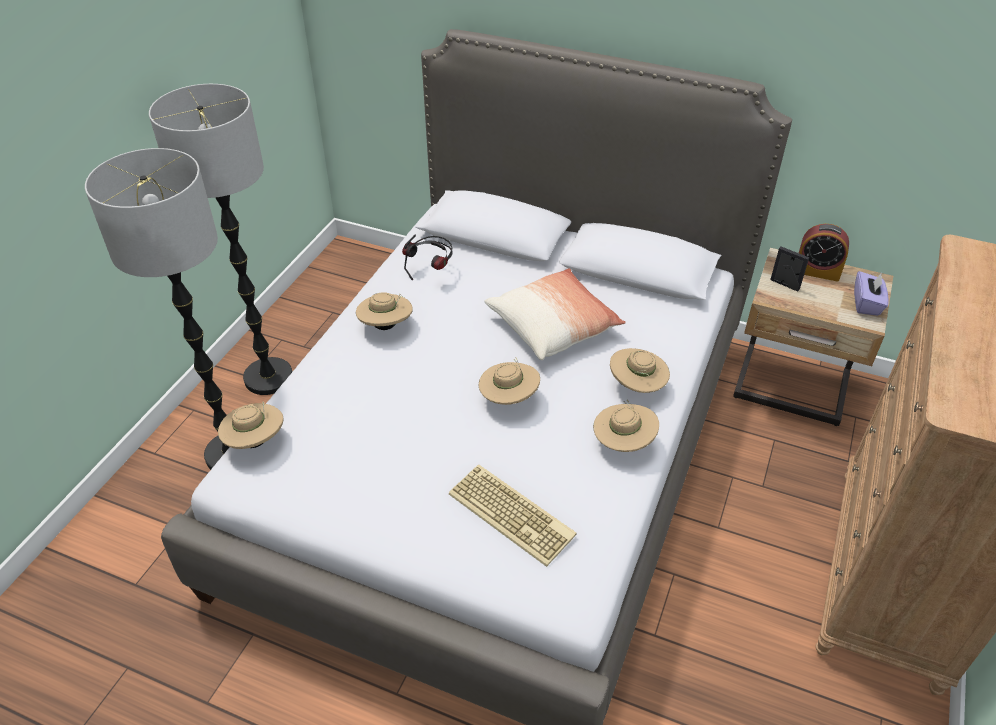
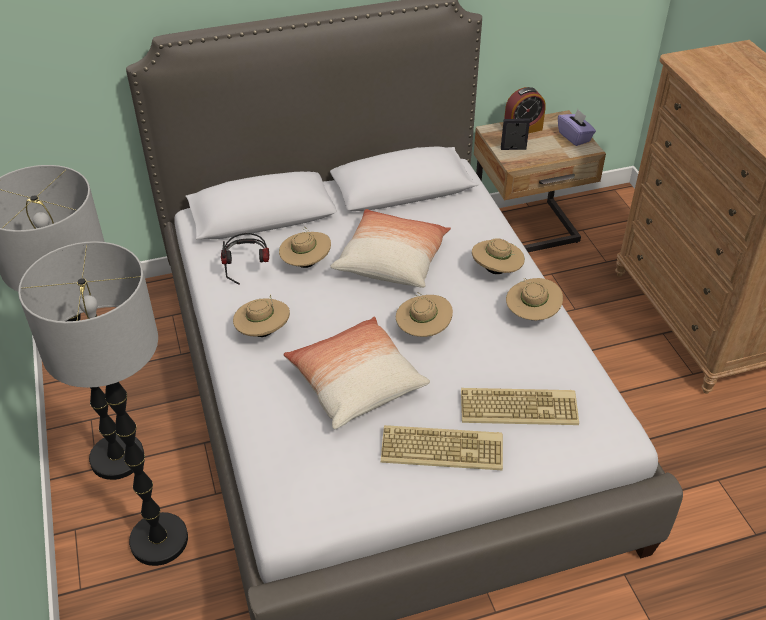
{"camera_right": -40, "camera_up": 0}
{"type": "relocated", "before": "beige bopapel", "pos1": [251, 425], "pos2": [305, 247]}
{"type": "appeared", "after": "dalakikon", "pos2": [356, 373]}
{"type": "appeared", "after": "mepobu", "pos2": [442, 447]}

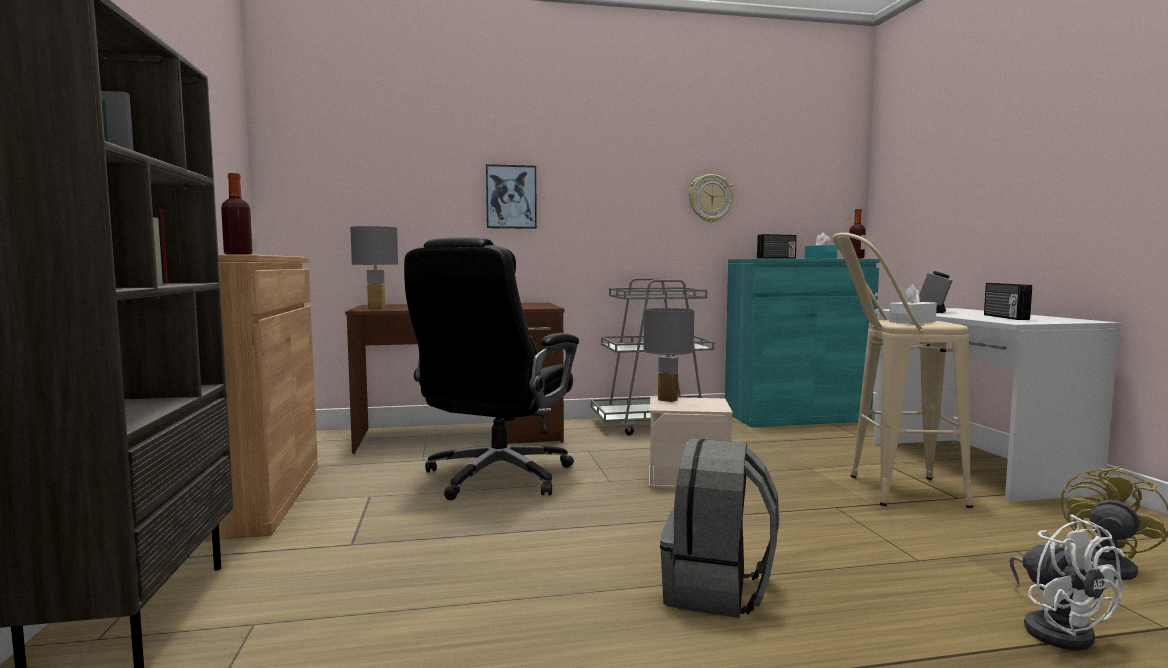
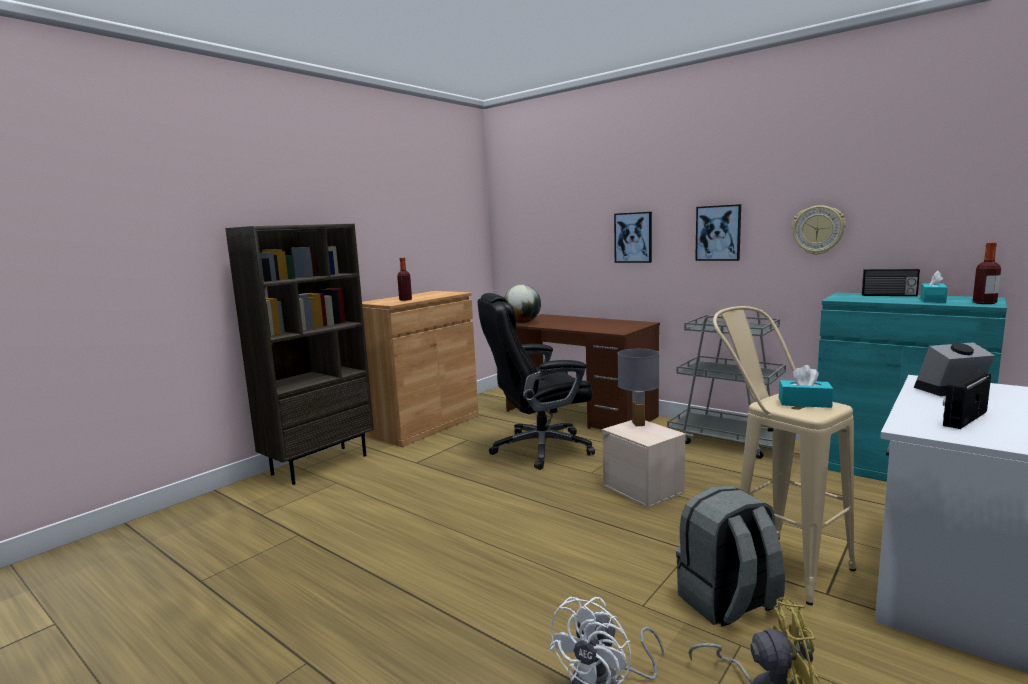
{"camera_right": 50, "camera_up": 5}
{"type": "exchanged", "before": "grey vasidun", "after": "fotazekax", "pos1": [374, 267], "pos2": [522, 304]}
{"type": "relocated", "before": "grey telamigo", "pos1": [719, 528], "pos2": [730, 555]}
{"type": "colour", "before": "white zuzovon", "after": "turquoise zuzovon", "pos1": [913, 304], "pos2": [806, 386]}
{"type": "appeared", "after": "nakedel", "pos2": [718, 232]}

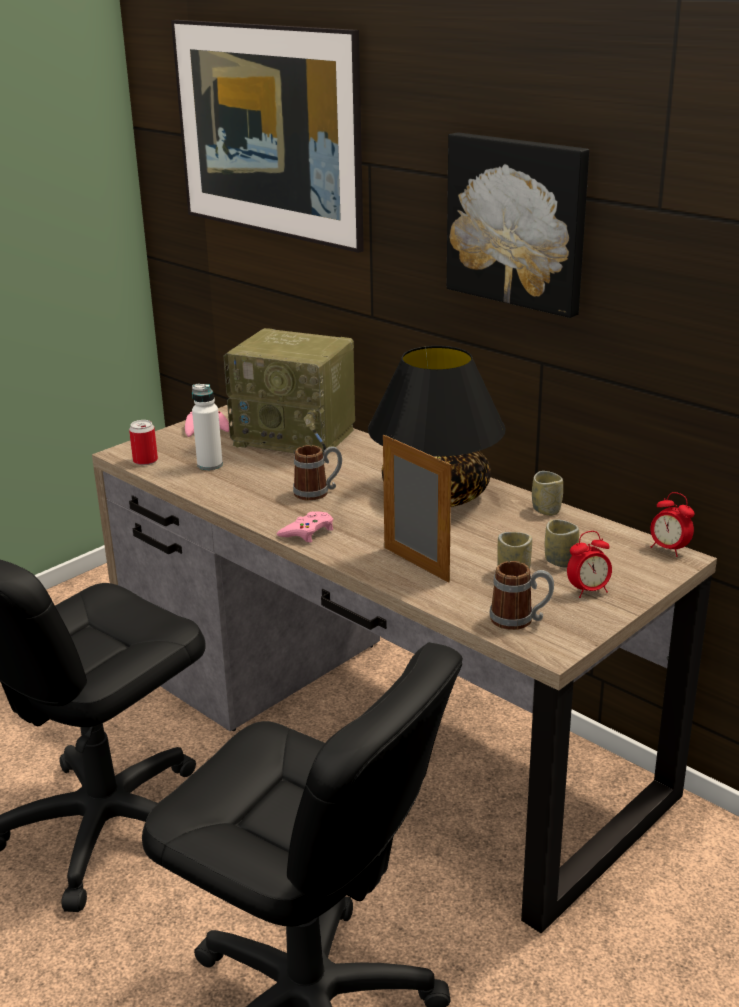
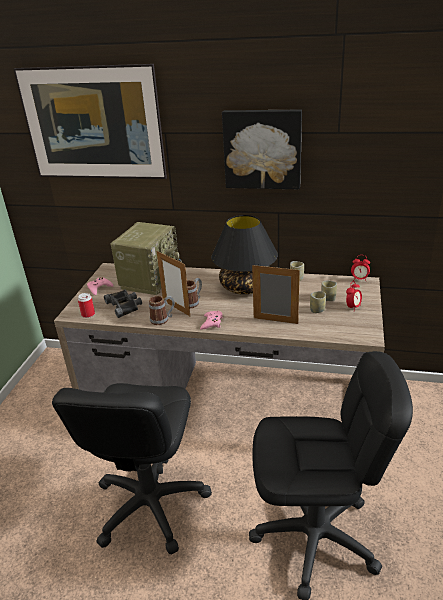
{"camera_right": -30, "camera_up": 5}
{"type": "exchanged", "before": "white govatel", "after": "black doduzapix", "pos1": [207, 427], "pos2": [123, 304]}
{"type": "spun", "before": "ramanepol", "pos1": [289, 391], "pos2": [146, 258], "turn": -60}
{"type": "relocated", "before": "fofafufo", "pos1": [521, 595], "pos2": [162, 310]}
{"type": "appeared", "after": "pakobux", "pos2": [173, 283]}

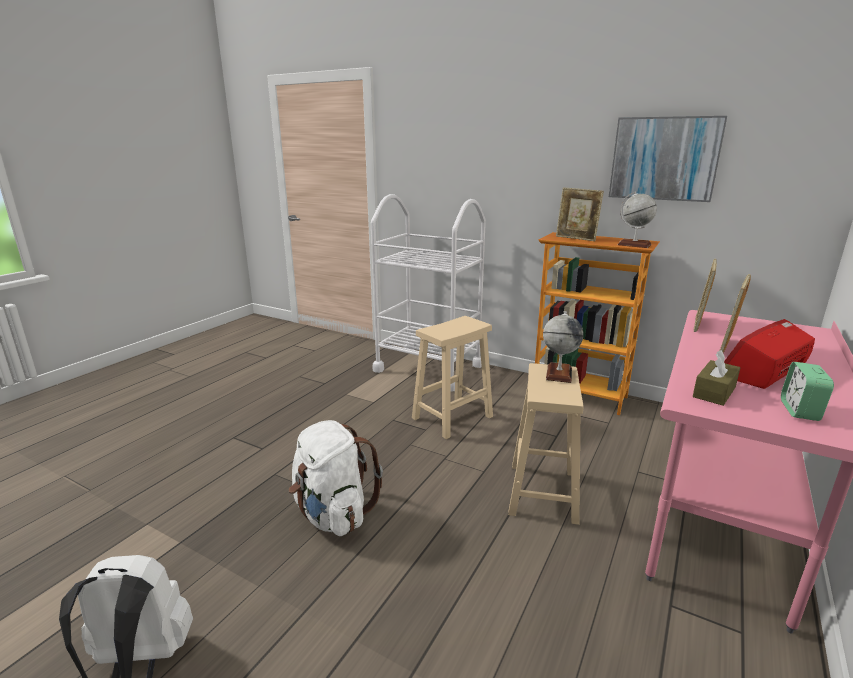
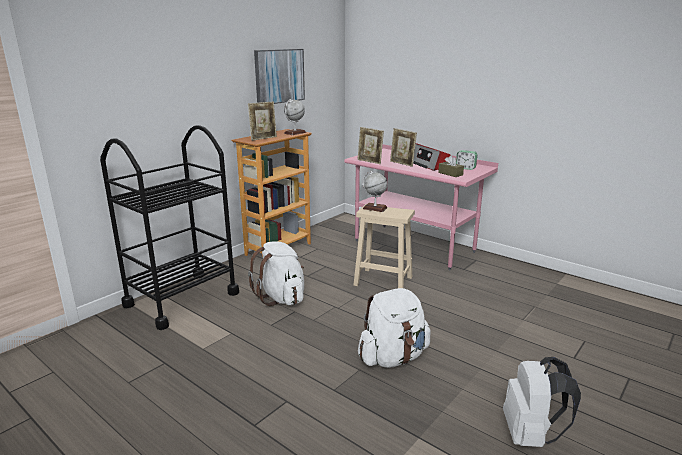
{"camera_right": -80, "camera_up": 0}
{"type": "colour", "before": "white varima", "after": "black varima", "pos1": [428, 293], "pos2": [169, 227]}
{"type": "exchanged", "before": "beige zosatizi", "after": "white telamigo", "pos1": [452, 377], "pos2": [276, 273]}

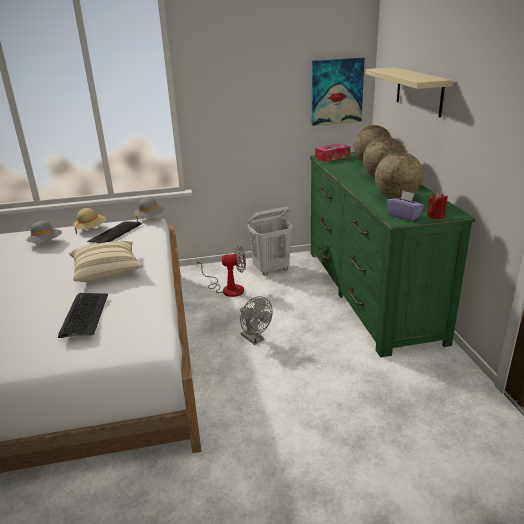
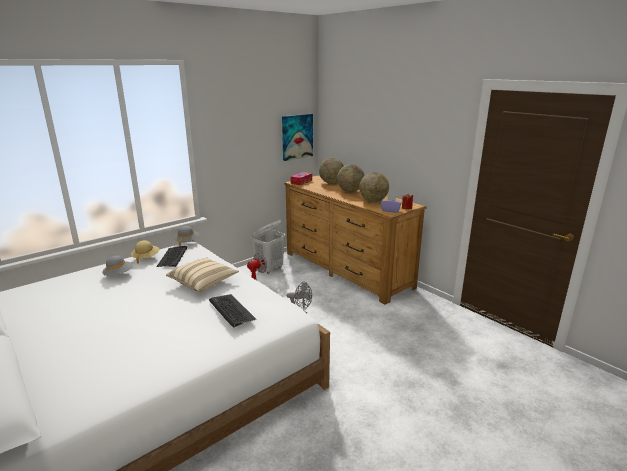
{"camera_right": -30, "camera_up": -5}
{"type": "colour", "before": "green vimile", "after": "brown vimile", "pos1": [393, 255], "pos2": [355, 240]}
{"type": "missing", "before": "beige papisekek", "pos1": [409, 92]}

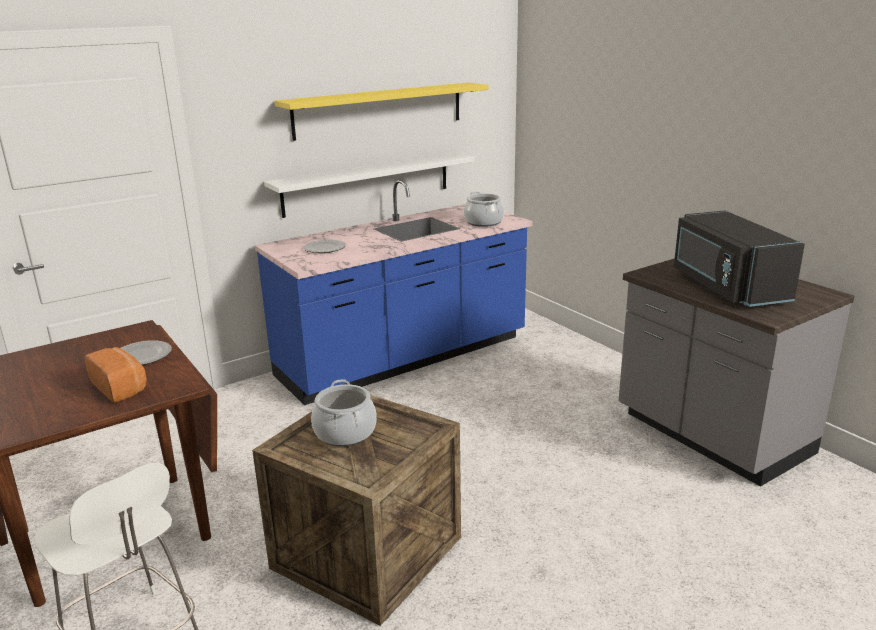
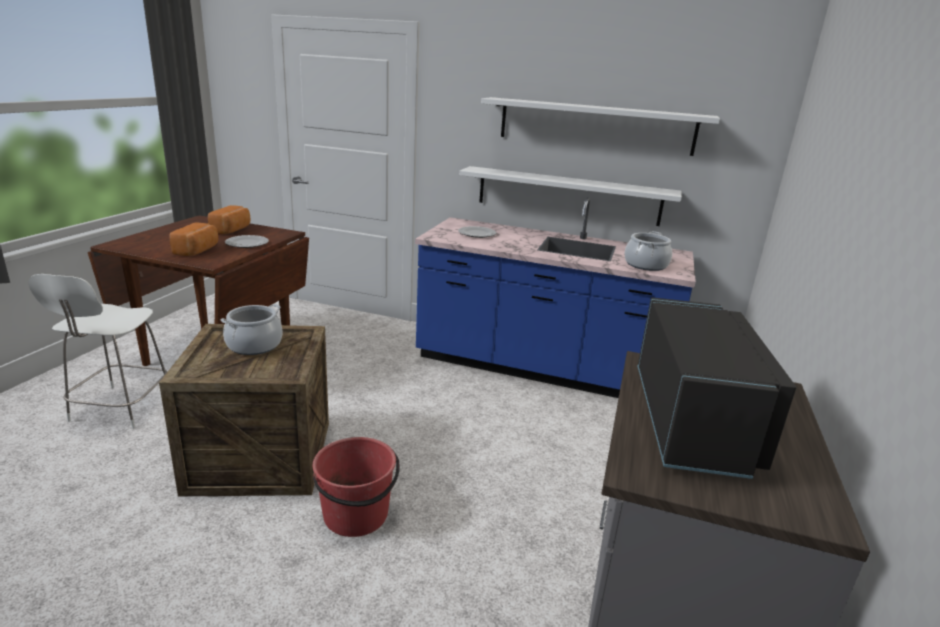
{"camera_right": 50, "camera_up": 0}
{"type": "colour", "before": "yellow papisekek", "after": "white papisekek", "pos1": [381, 112], "pos2": [600, 126]}
{"type": "spun", "before": "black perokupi", "pos1": [739, 259], "pos2": [717, 388], "turn": 150}
{"type": "appeared", "after": "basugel", "pos2": [229, 219]}
{"type": "appeared", "after": "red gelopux", "pos2": [356, 487]}

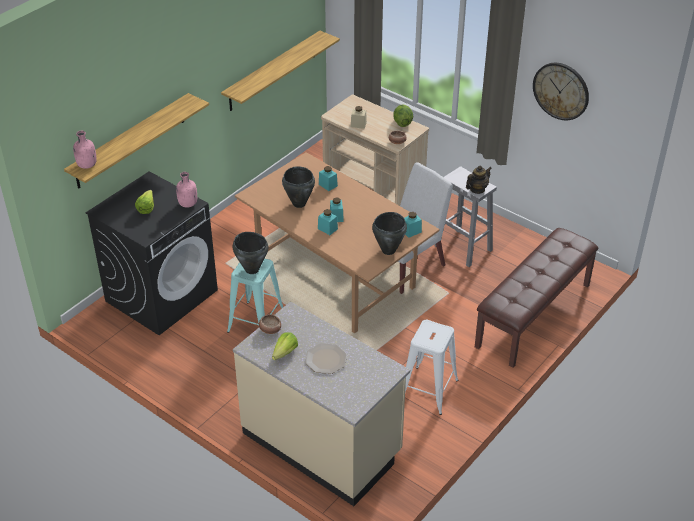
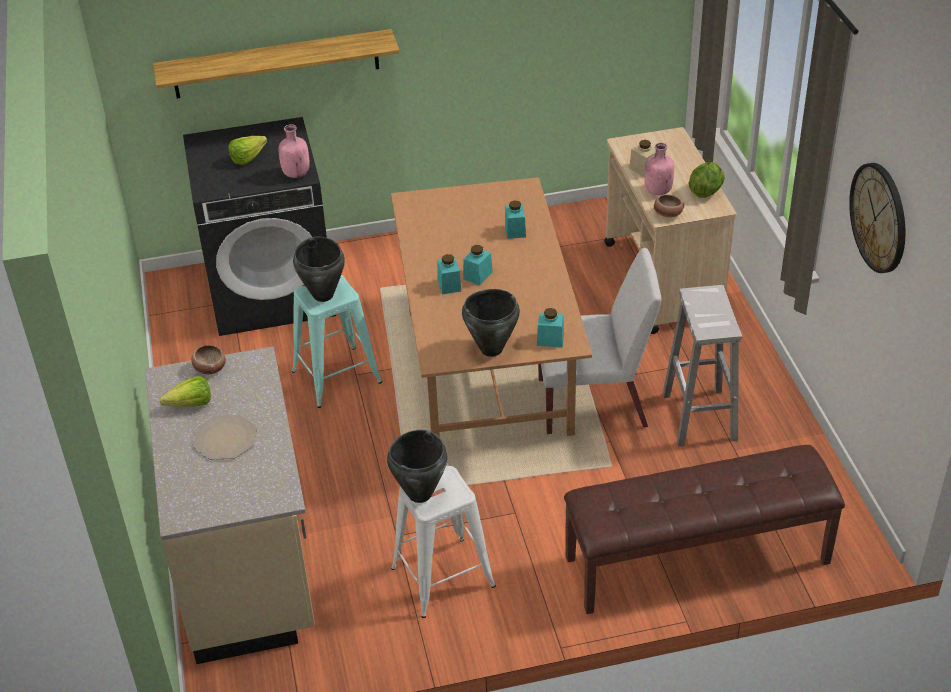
{"camera_right": 40, "camera_up": 0}
{"type": "relocated", "before": "pink govatel", "pos1": [85, 150], "pos2": [659, 169]}
{"type": "missing", "before": "papisekek", "pos1": [280, 71]}
{"type": "relocated", "before": "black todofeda", "pos1": [298, 187], "pos2": [417, 466]}
{"type": "missing", "before": "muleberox", "pos1": [478, 180]}

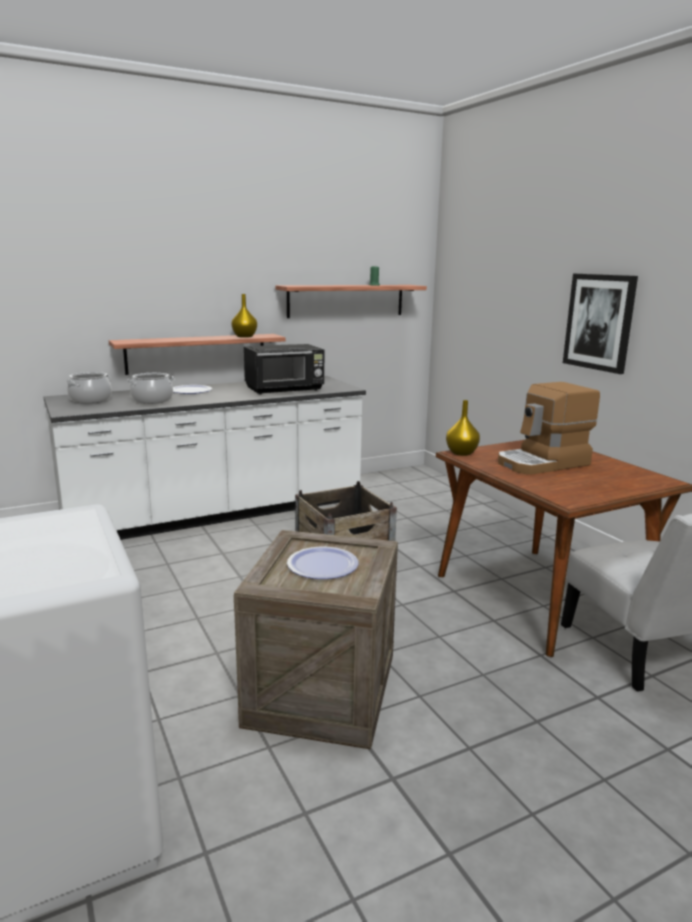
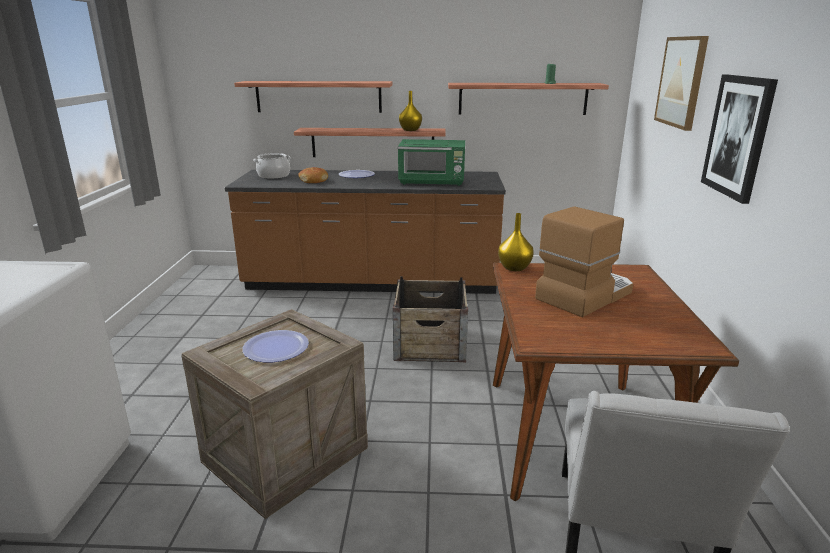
{"camera_right": 30, "camera_up": 5}
{"type": "colour", "before": "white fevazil", "after": "brown fevazil", "pos1": [205, 458], "pos2": [365, 232]}
{"type": "exchanged", "before": "todofeda", "after": "basugel", "pos1": [150, 388], "pos2": [313, 175]}
{"type": "colour", "before": "black perokupi", "after": "green perokupi", "pos1": [284, 369], "pos2": [431, 162]}
{"type": "spun", "before": "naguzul", "pos1": [549, 428], "pos2": [584, 262], "turn": 135}
{"type": "appeared", "after": "papisekek", "pos2": [313, 97]}
{"type": "appeared", "after": "nakedel", "pos2": [681, 83]}

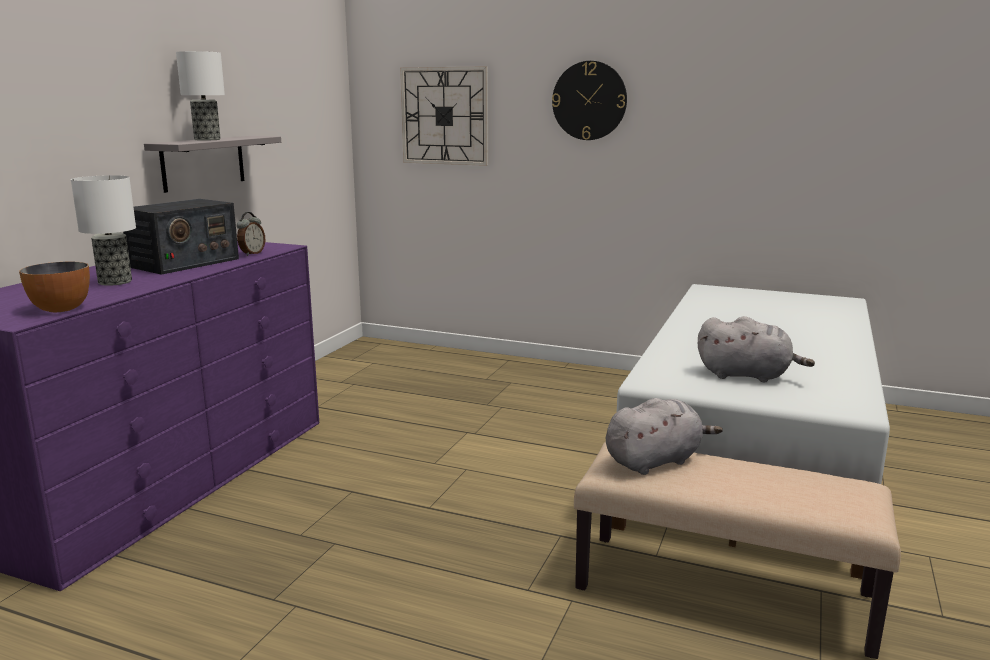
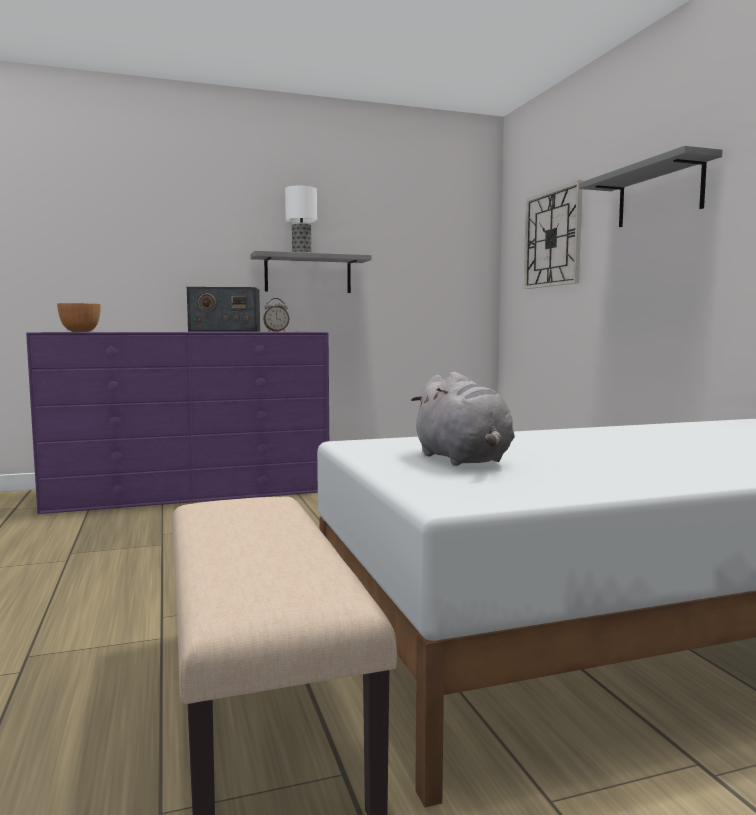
{"camera_right": 50, "camera_up": -10}
{"type": "missing", "before": "vasidun", "pos1": [103, 230]}
{"type": "exchanged", "before": "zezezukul", "after": "grey papisekek", "pos1": [589, 100], "pos2": [651, 186]}
{"type": "missing", "before": "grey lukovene", "pos1": [664, 436]}

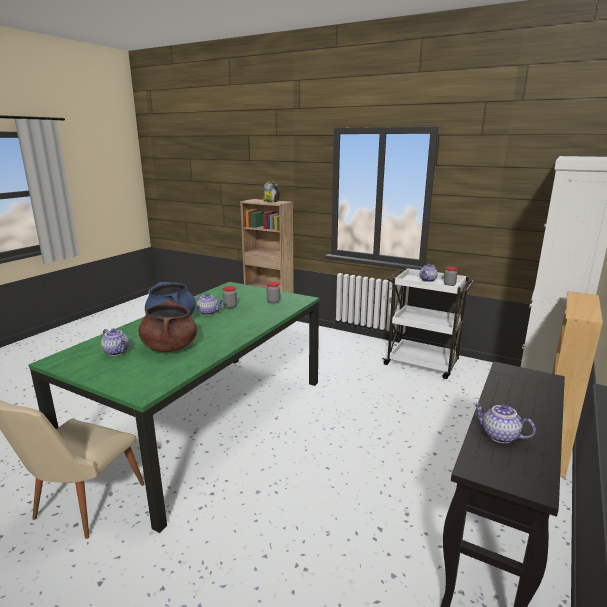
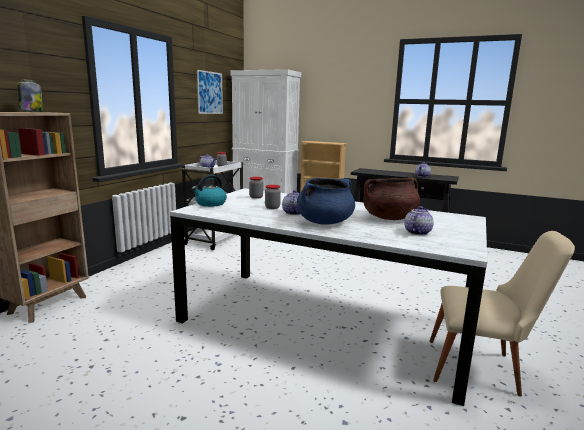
{"camera_right": -95, "camera_up": -5}
{"type": "colour", "before": "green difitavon", "after": "white difitavon", "pos1": [173, 407], "pos2": [328, 297]}
{"type": "appeared", "after": "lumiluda", "pos2": [209, 191]}
{"type": "appeared", "after": "nakedel", "pos2": [210, 92]}

